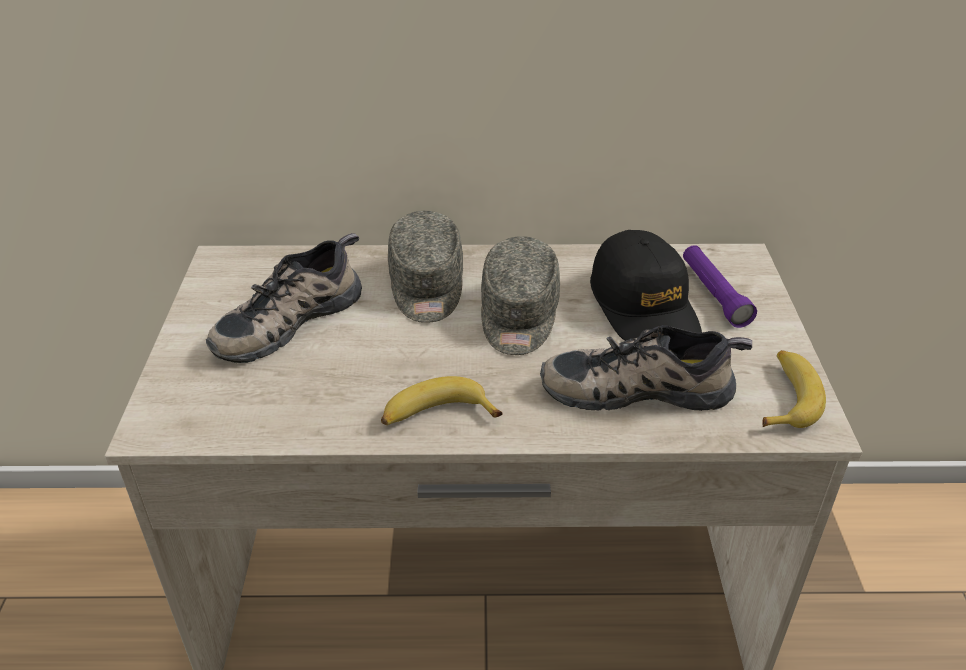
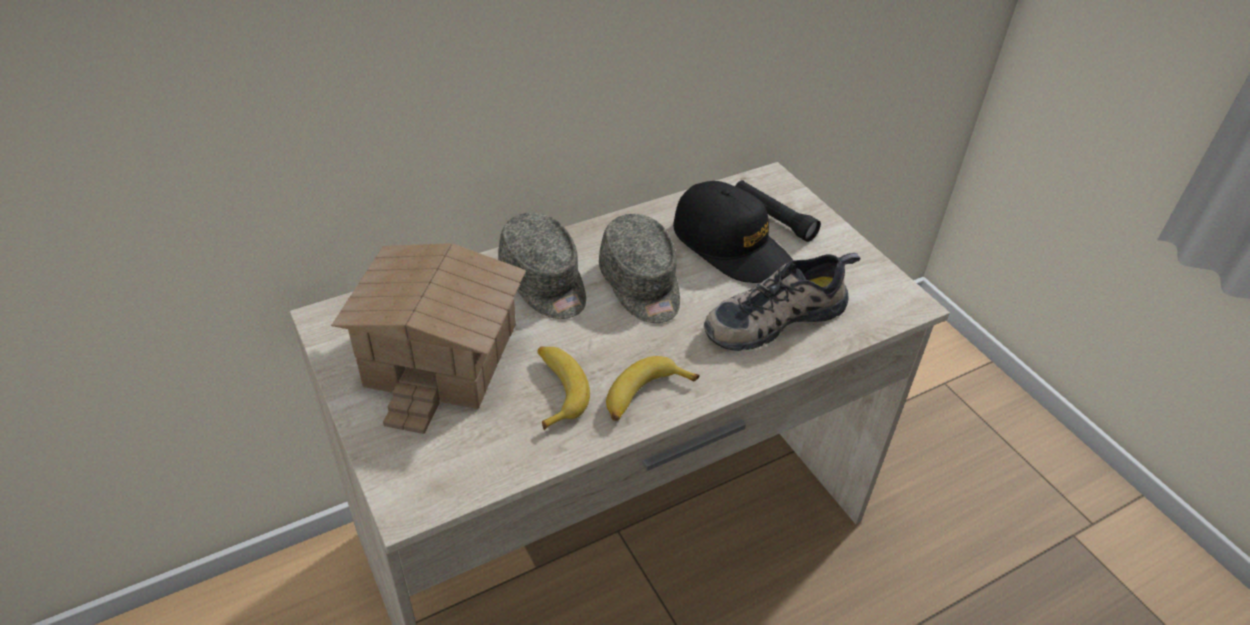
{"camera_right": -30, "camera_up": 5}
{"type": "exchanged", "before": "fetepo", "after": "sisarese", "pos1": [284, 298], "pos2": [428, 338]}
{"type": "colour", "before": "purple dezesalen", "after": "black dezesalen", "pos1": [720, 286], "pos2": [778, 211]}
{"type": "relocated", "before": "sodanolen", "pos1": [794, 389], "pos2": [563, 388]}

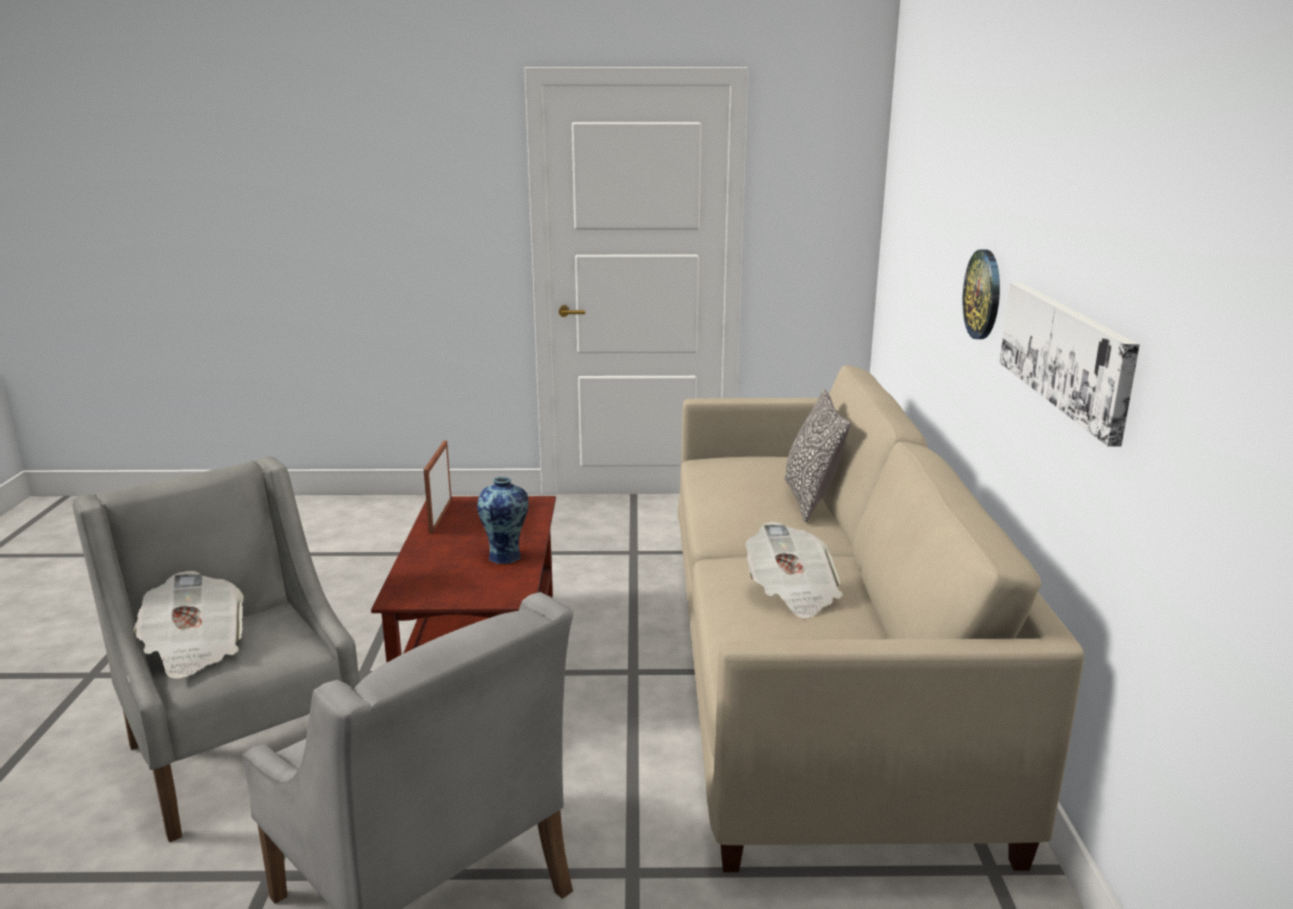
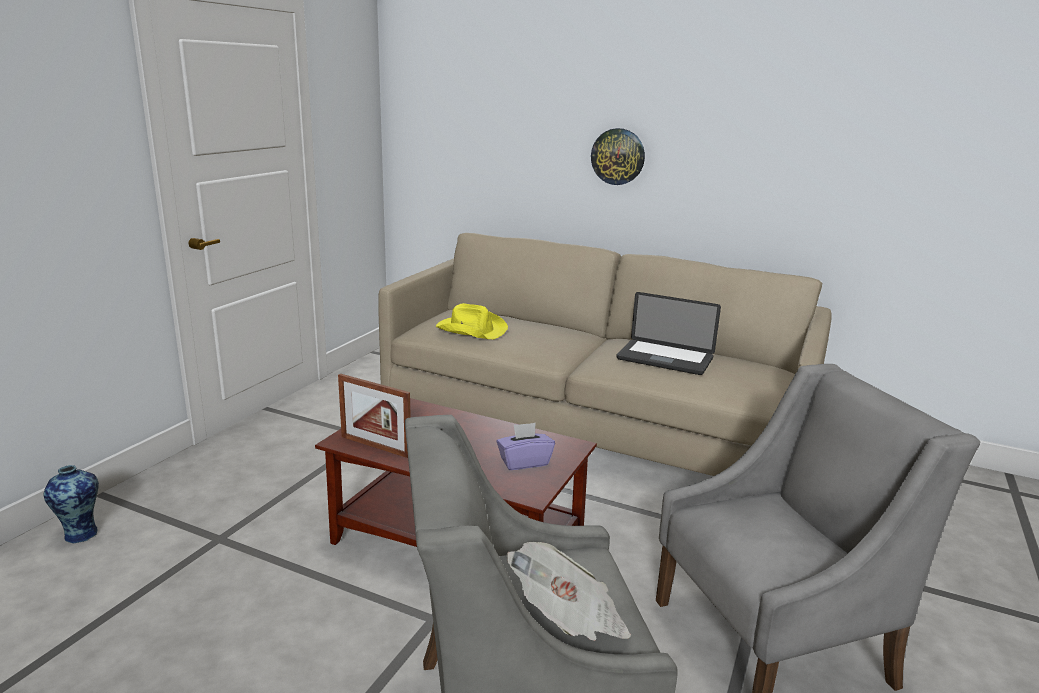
{"camera_right": -65, "camera_up": 0}
{"type": "relocated", "before": "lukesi", "pos1": [503, 520], "pos2": [71, 504]}
{"type": "exchanged", "before": "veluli", "after": "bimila", "pos1": [794, 570], "pos2": [668, 333]}
{"type": "missing", "before": "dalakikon", "pos1": [817, 455]}
{"type": "missing", "before": "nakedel", "pos1": [1070, 364]}
{"type": "appeared", "after": "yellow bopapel", "pos2": [472, 321]}
{"type": "appeared", "after": "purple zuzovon", "pos2": [525, 446]}

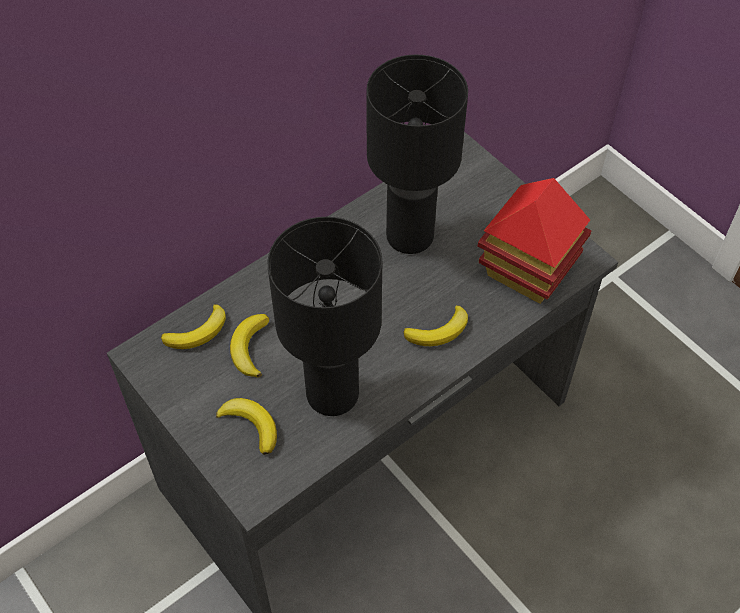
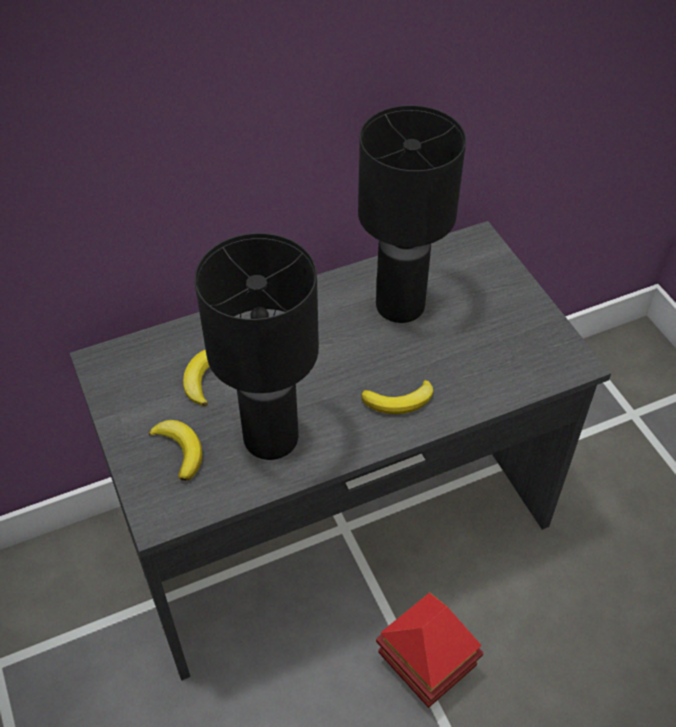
{"camera_right": 15, "camera_up": -5}
{"type": "missing", "before": "sodanolen", "pos1": [193, 326]}
{"type": "relocated", "before": "sisarese", "pos1": [534, 241], "pos2": [429, 650]}

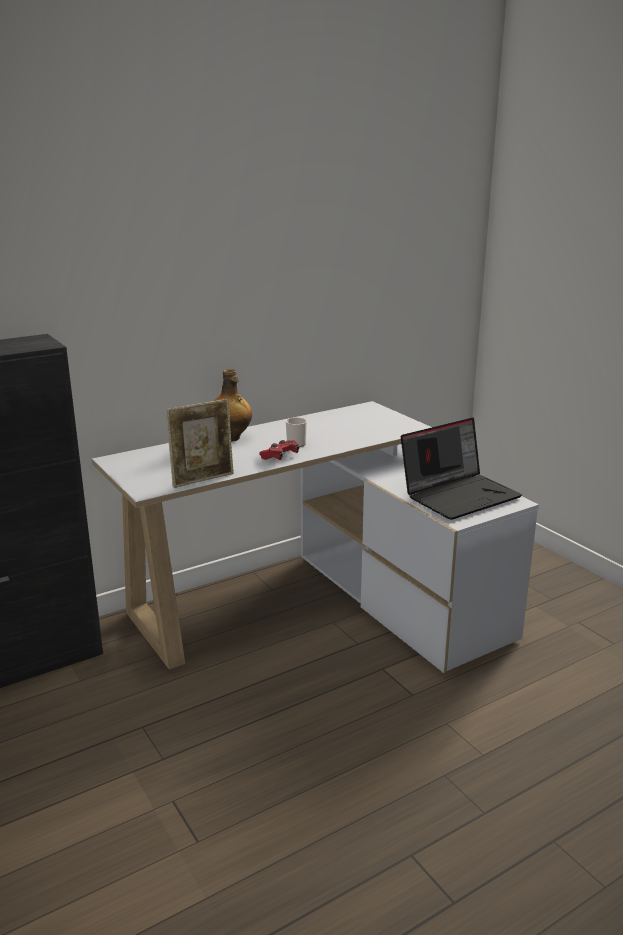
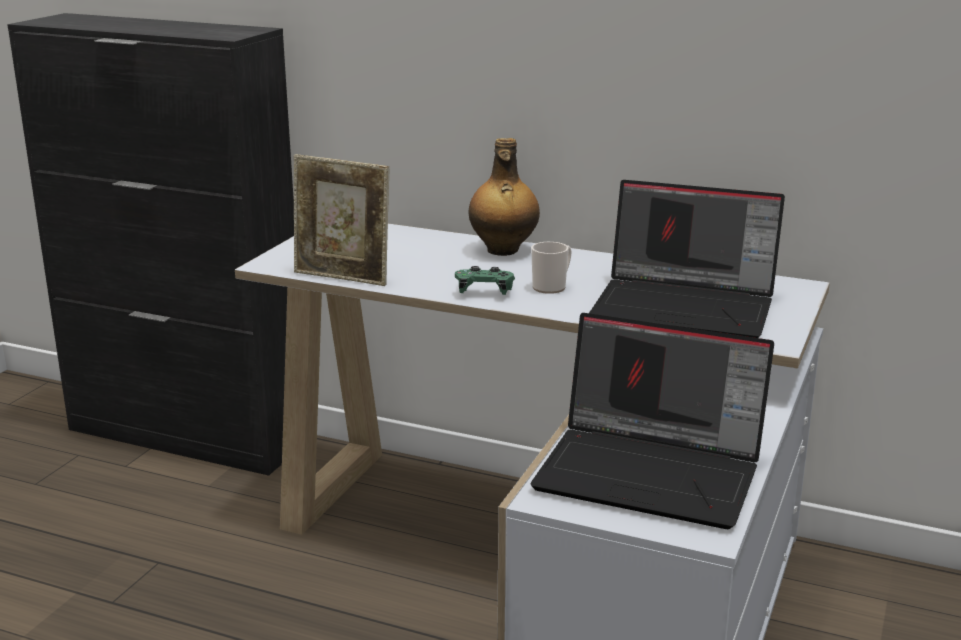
{"camera_right": 55, "camera_up": 0}
{"type": "colour", "before": "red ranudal", "after": "green ranudal", "pos1": [279, 450], "pos2": [485, 280]}
{"type": "appeared", "after": "bimila", "pos2": [687, 259]}

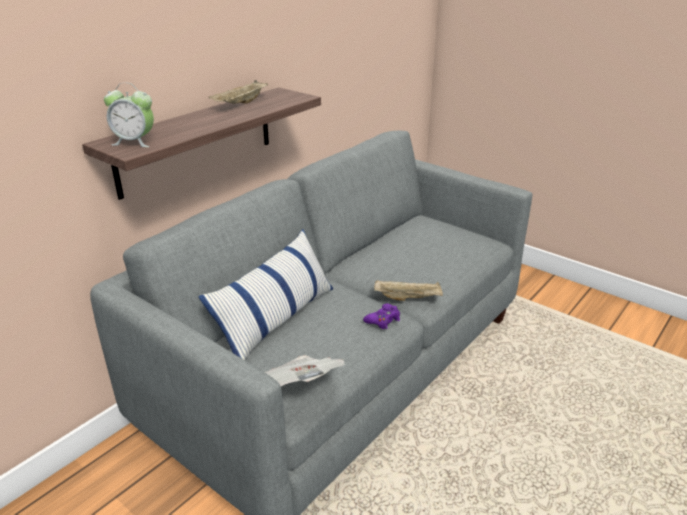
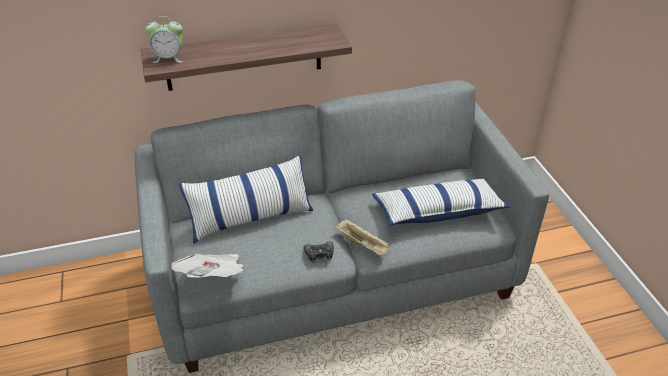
{"camera_right": 35, "camera_up": 10}
{"type": "spun", "before": "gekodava", "pos1": [129, 115], "pos2": [164, 39], "turn": -45}
{"type": "missing", "before": "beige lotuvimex", "pos1": [238, 92]}
{"type": "colour", "before": "purple ranudal", "after": "black ranudal", "pos1": [381, 316], "pos2": [318, 252]}
{"type": "appeared", "after": "dalakikon", "pos2": [441, 202]}

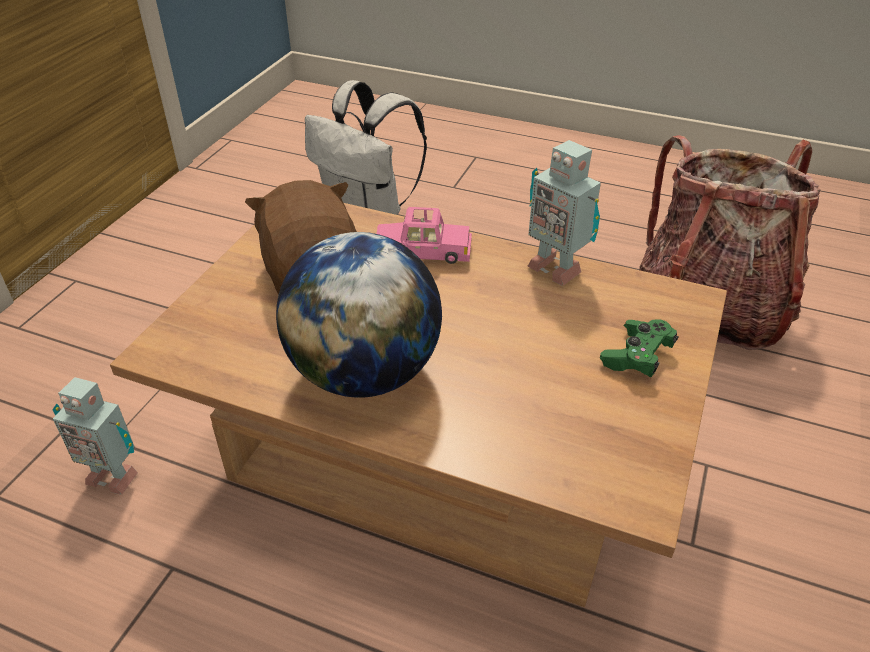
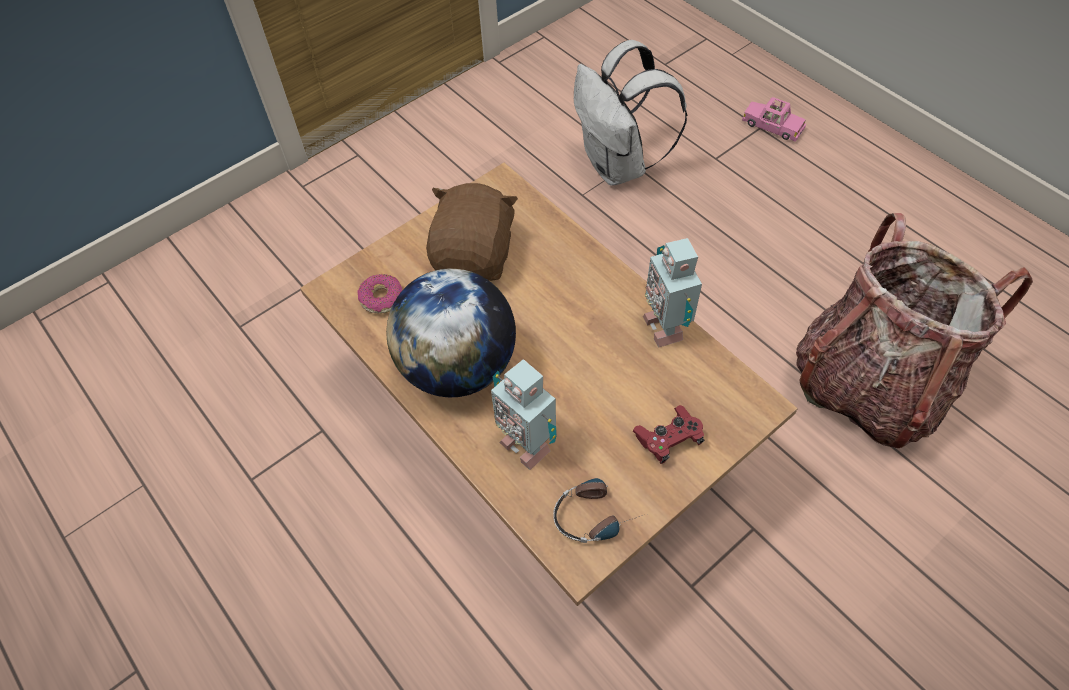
{"camera_right": 30, "camera_up": 15}
{"type": "relocated", "before": "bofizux", "pos1": [95, 436], "pos2": [524, 414]}
{"type": "relocated", "before": "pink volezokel", "pos1": [424, 235], "pos2": [774, 119]}
{"type": "colour", "before": "green ranudal", "after": "red ranudal", "pos1": [639, 348], "pos2": [668, 434]}
{"type": "appeared", "after": "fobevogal", "pos2": [379, 294]}
{"type": "appeared", "after": "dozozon", "pos2": [598, 510]}

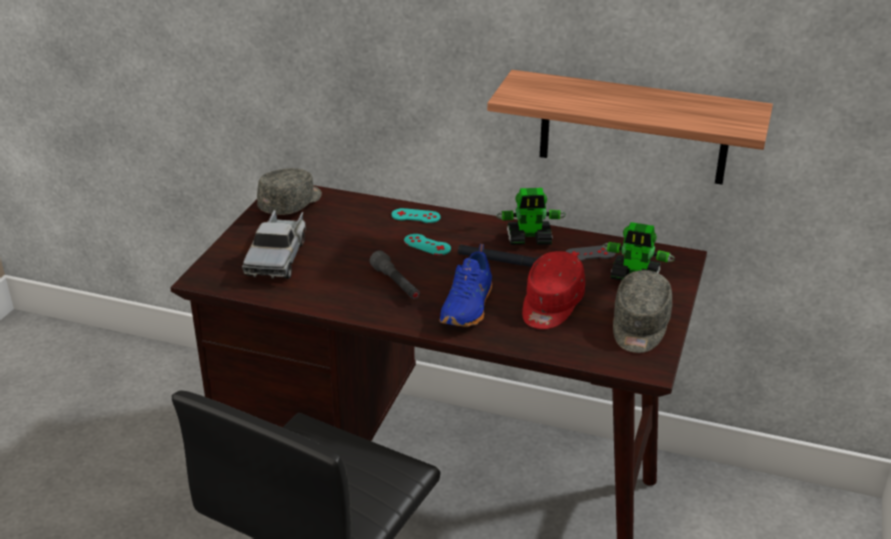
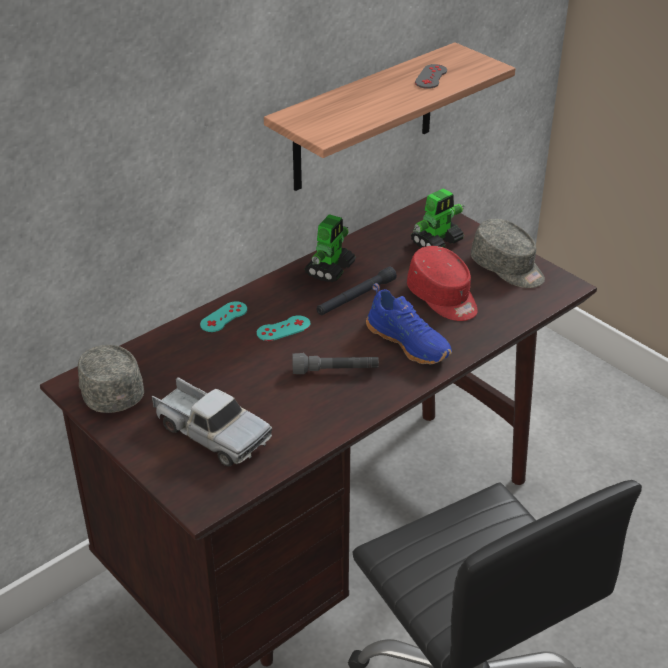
{"camera_right": -60, "camera_up": 5}
{"type": "relocated", "before": "grey ranudal", "pos1": [590, 253], "pos2": [431, 76]}

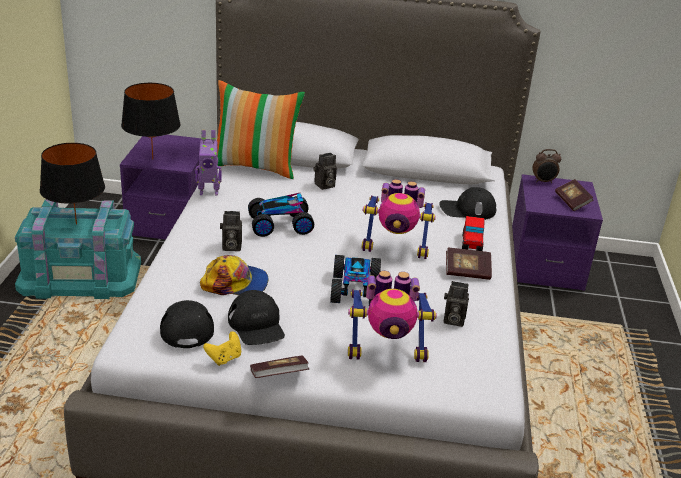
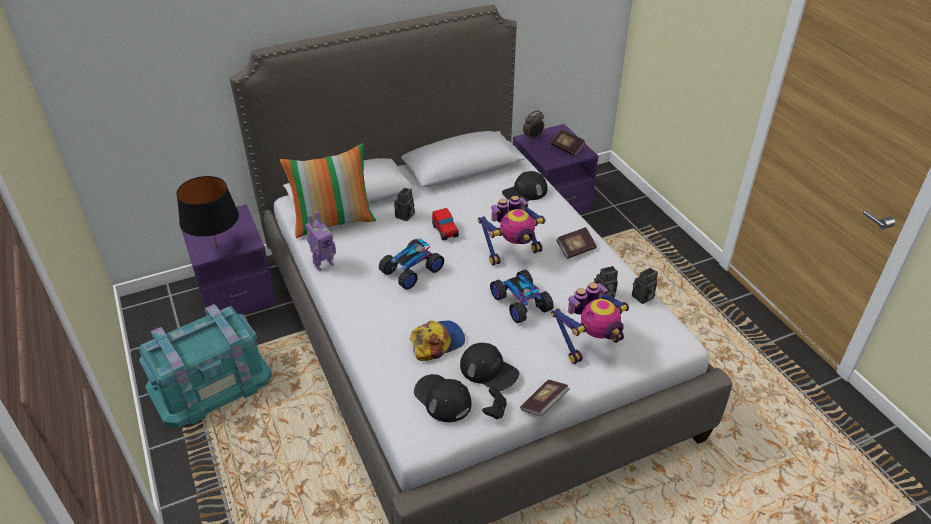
{"camera_right": -30, "camera_up": 10}
{"type": "missing", "before": "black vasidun", "pos1": [72, 184]}
{"type": "colour", "before": "yellow ranudal", "after": "black ranudal", "pos1": [222, 348], "pos2": [494, 403]}
{"type": "relocated", "before": "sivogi", "pos1": [231, 231], "pos2": [645, 286]}
{"type": "relocated", "before": "volezokel", "pos1": [473, 233], "pos2": [445, 224]}

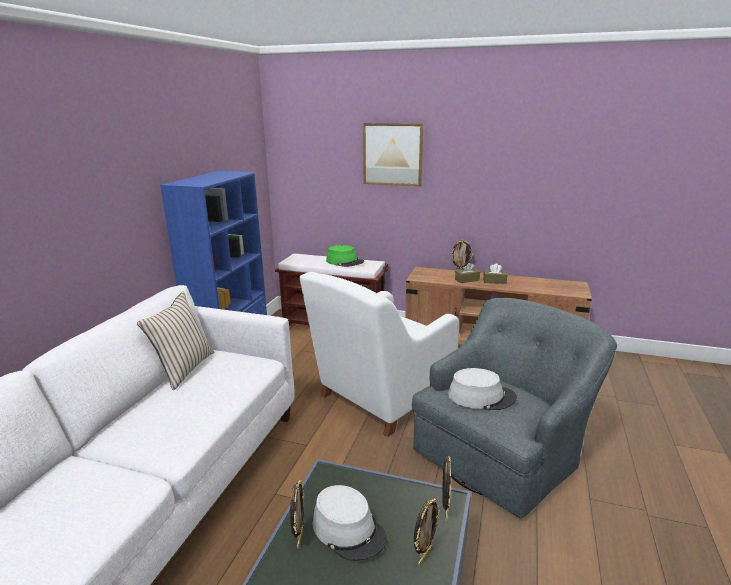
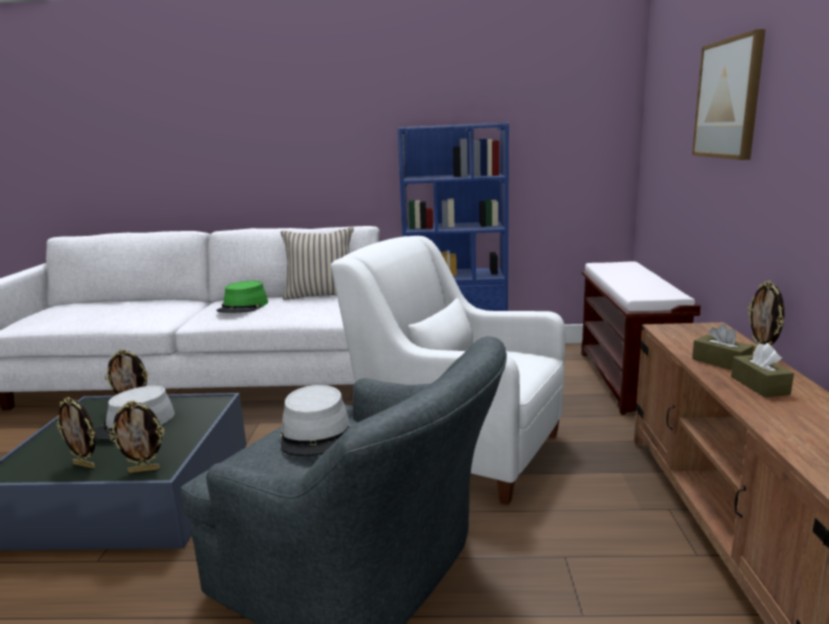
{"camera_right": 75, "camera_up": -5}
{"type": "relocated", "before": "green bopapel", "pos1": [345, 256], "pos2": [242, 297]}

